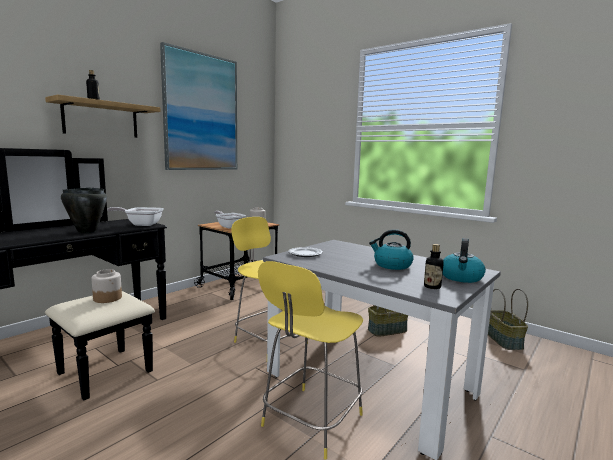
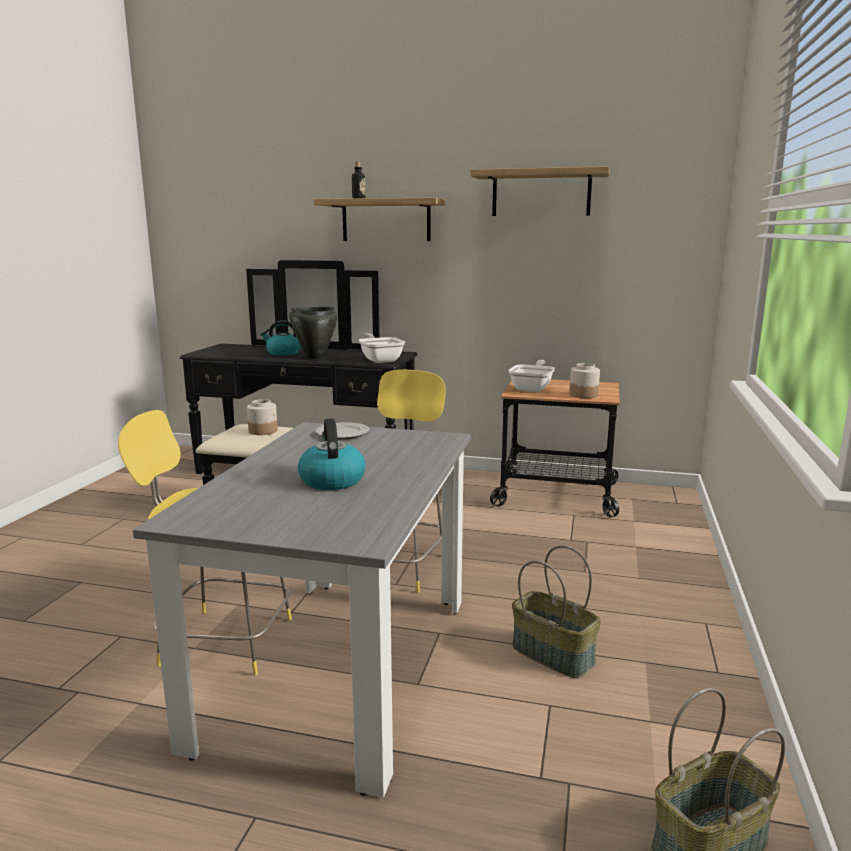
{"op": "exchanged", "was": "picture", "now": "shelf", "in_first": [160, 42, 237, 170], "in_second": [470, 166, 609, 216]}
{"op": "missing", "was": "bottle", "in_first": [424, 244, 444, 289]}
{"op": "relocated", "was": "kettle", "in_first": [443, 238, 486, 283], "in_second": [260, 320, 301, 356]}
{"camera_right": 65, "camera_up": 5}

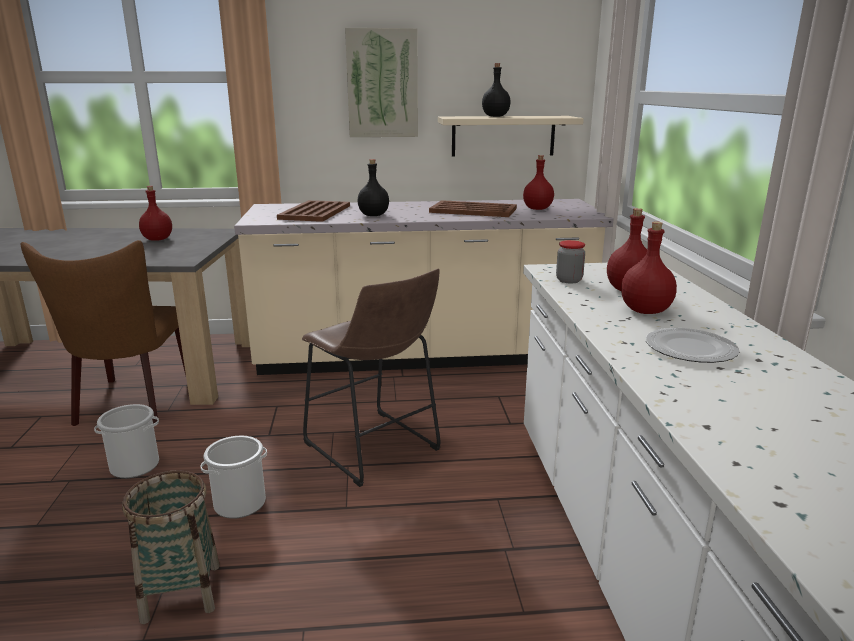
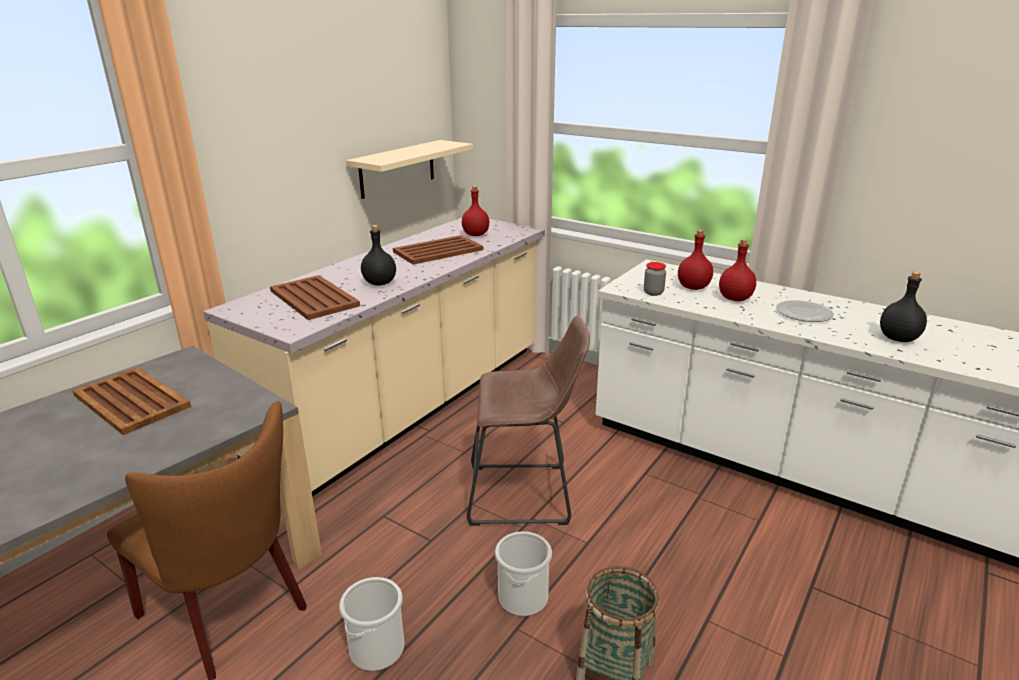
{"op": "exchanged", "was": "bottle/red", "now": "tray/brown", "in_first": [139, 186, 172, 241], "in_second": [72, 367, 191, 435]}
{"op": "missing", "was": "picture", "in_first": [345, 28, 418, 137]}
{"op": "relocated", "was": "bottle/black", "in_first": [482, 63, 511, 117], "in_second": [880, 272, 927, 342]}
{"camera_right": -50, "camera_up": 5}

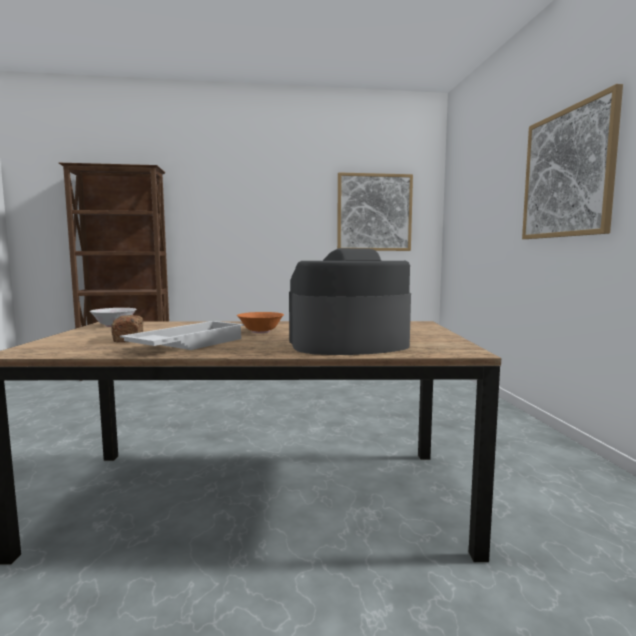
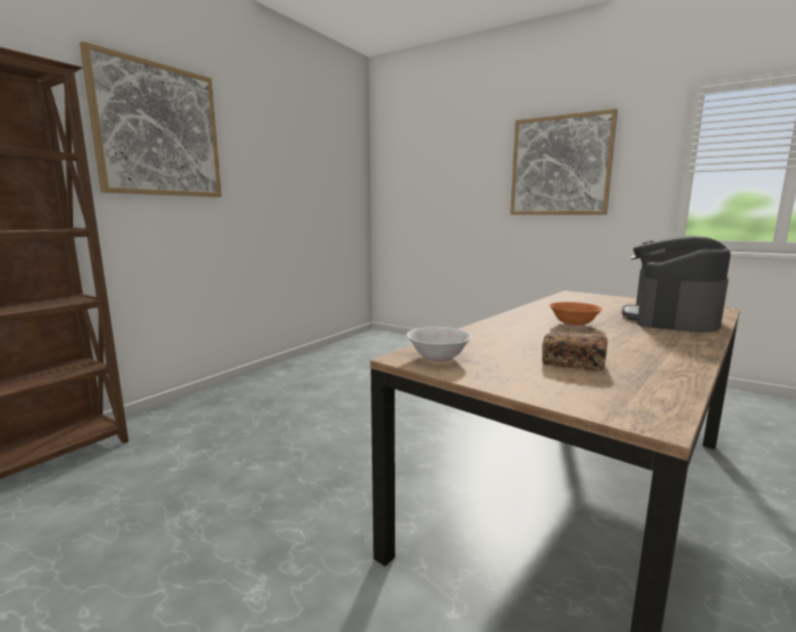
{"op": "missing", "was": "tray/white", "in_first": [120, 321, 244, 350]}
{"op": "relocated", "was": "picture", "in_first": [337, 172, 413, 251], "in_second": [80, 41, 222, 197]}
{"camera_right": -50, "camera_up": 5}

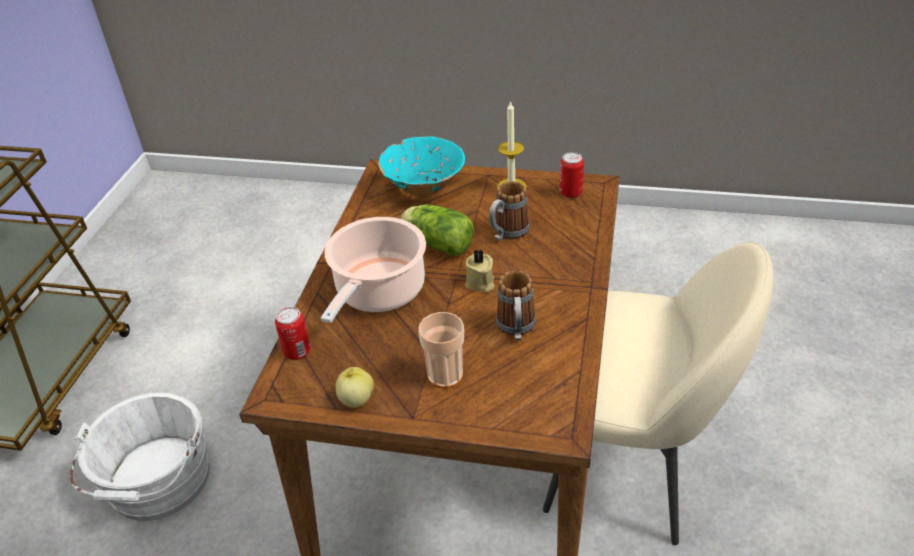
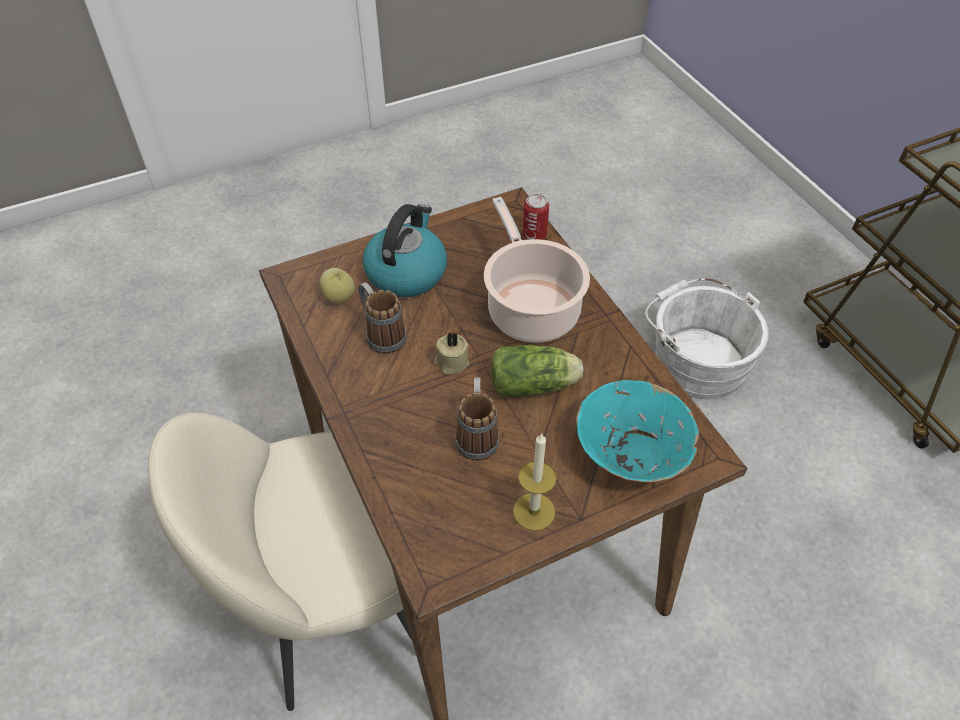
{"op": "relocated", "was": "apple", "in_first": [336, 367, 374, 408], "in_second": [320, 268, 355, 304]}
{"op": "exchanged", "was": "cup", "now": "kettle", "in_first": [418, 312, 464, 389], "in_second": [363, 204, 447, 297]}
{"op": "missing", "was": "can", "in_first": [559, 152, 584, 198]}
{"camera_right": 140, "camera_up": 10}

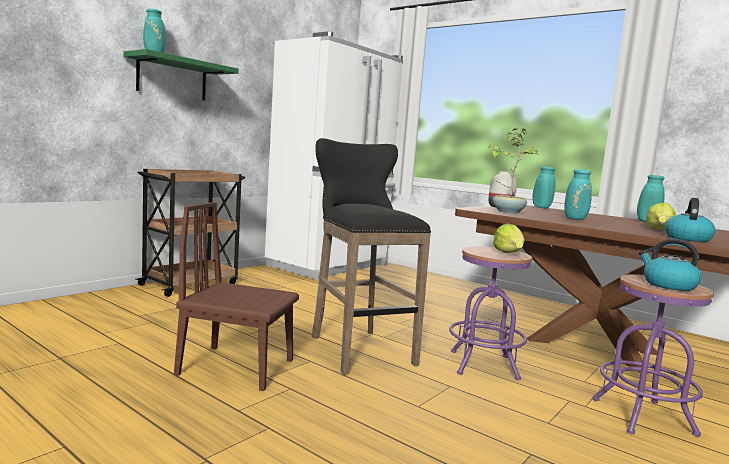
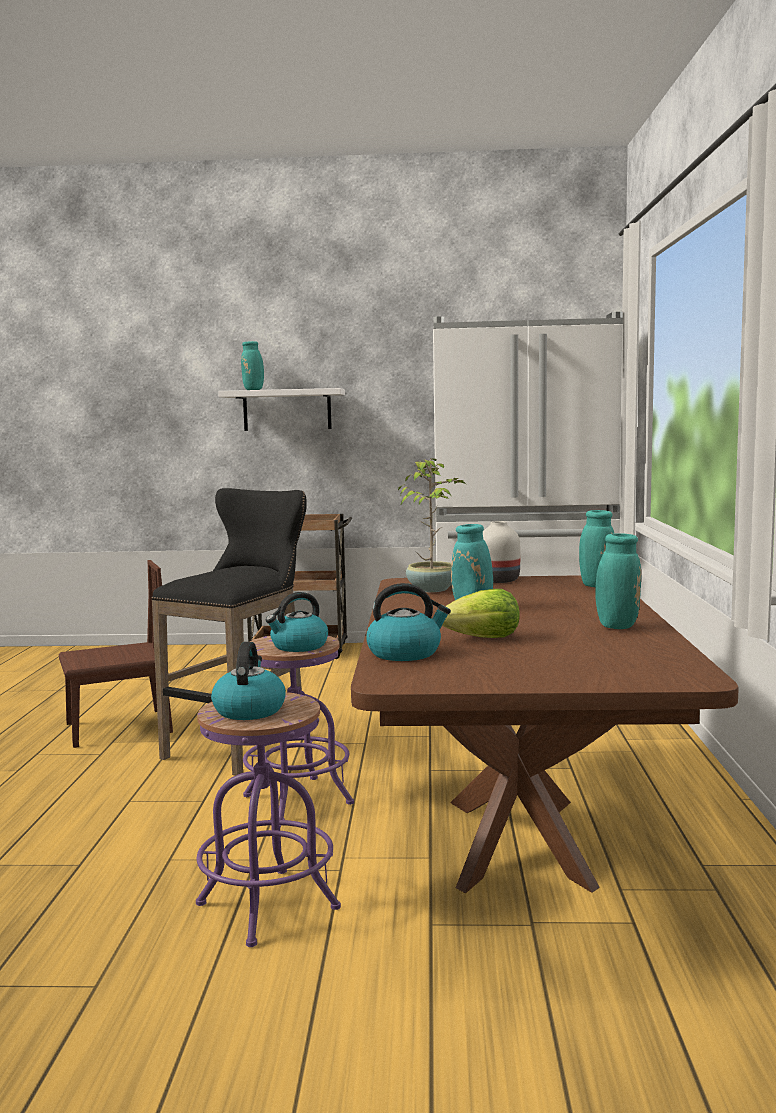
{"op": "colour", "was": "shelf/green", "now": "shelf/white", "in_first": [123, 49, 239, 100], "in_second": [218, 388, 345, 431]}
{"op": "spun", "was": "chair/brown", "in_first": [174, 202, 299, 391], "in_second": [59, 560, 173, 748], "clockwise": 90}
{"op": "exchanged", "was": "lettuce", "now": "kettle", "in_first": [493, 223, 525, 253], "in_second": [266, 592, 328, 652]}
{"camera_right": 55, "camera_up": 0}

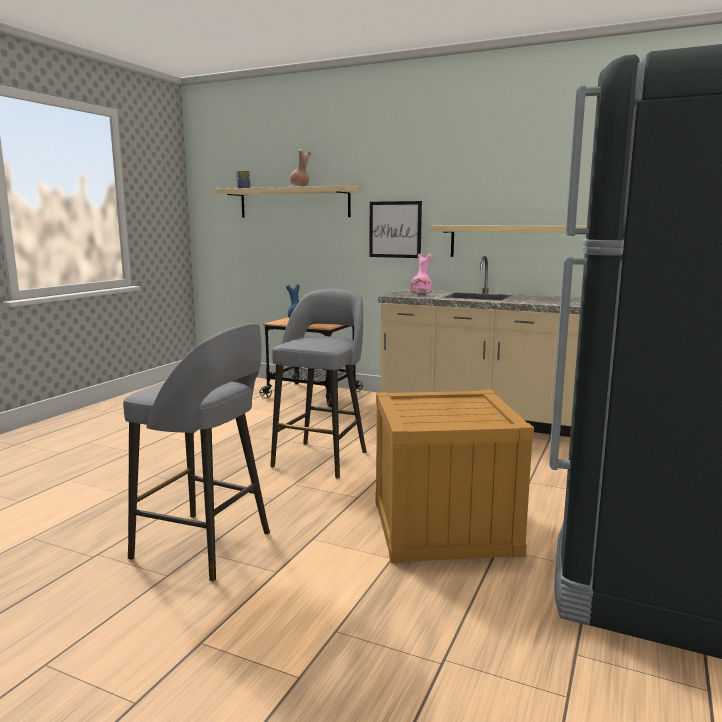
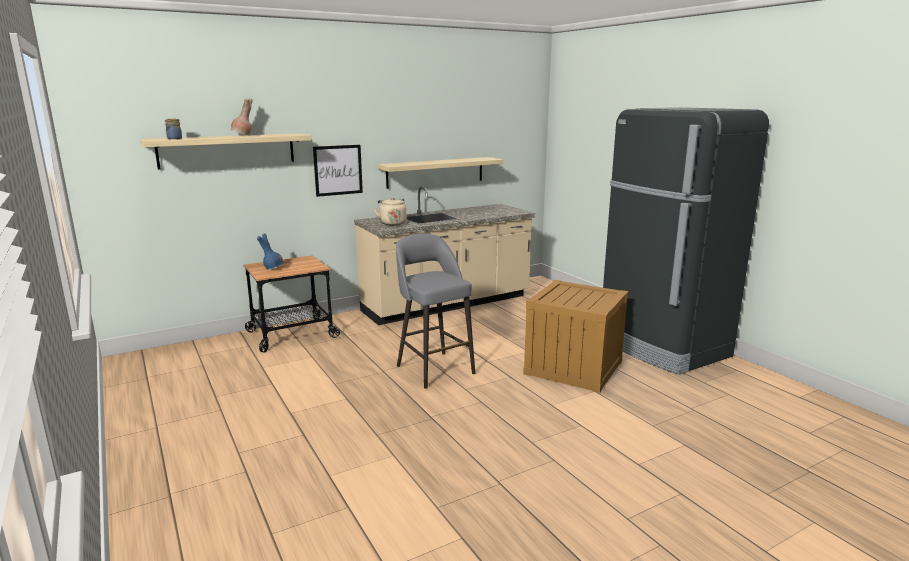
{"op": "missing", "was": "stool/grey", "in_first": [123, 323, 270, 582]}
{"op": "exchanged", "was": "vase/pink", "now": "kettle/beige", "in_first": [411, 253, 433, 293], "in_second": [374, 198, 407, 225]}
{"camera_right": -55, "camera_up": 5}

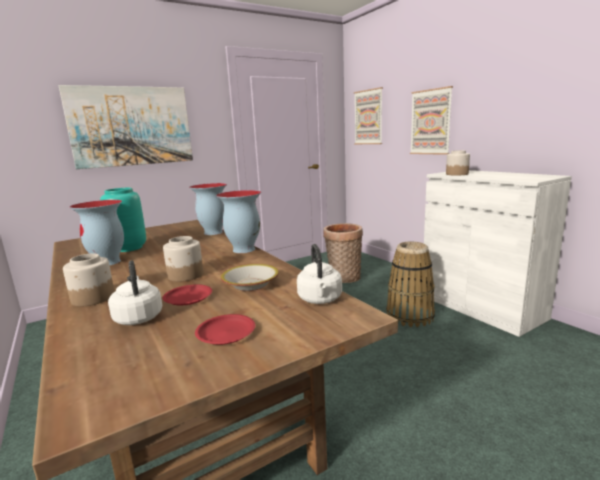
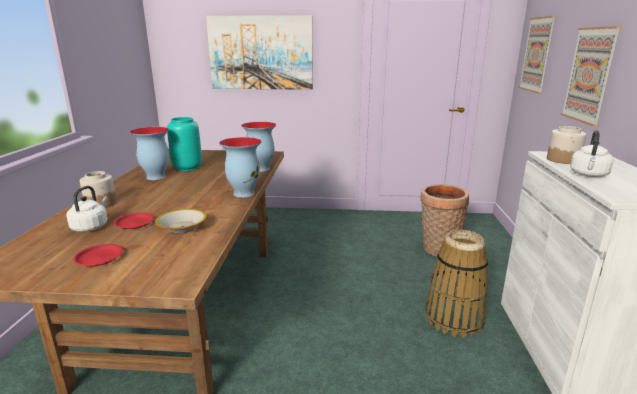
{"op": "missing", "was": "jar", "in_first": [163, 236, 203, 282]}
{"op": "relocated", "was": "kettle/white", "in_first": [297, 244, 342, 304], "in_second": [570, 130, 614, 177]}
{"camera_right": 35, "camera_up": 5}

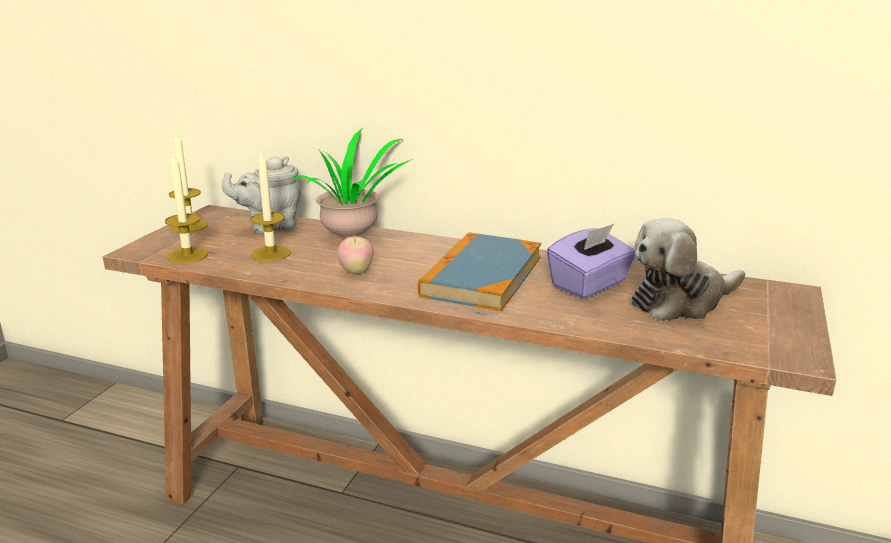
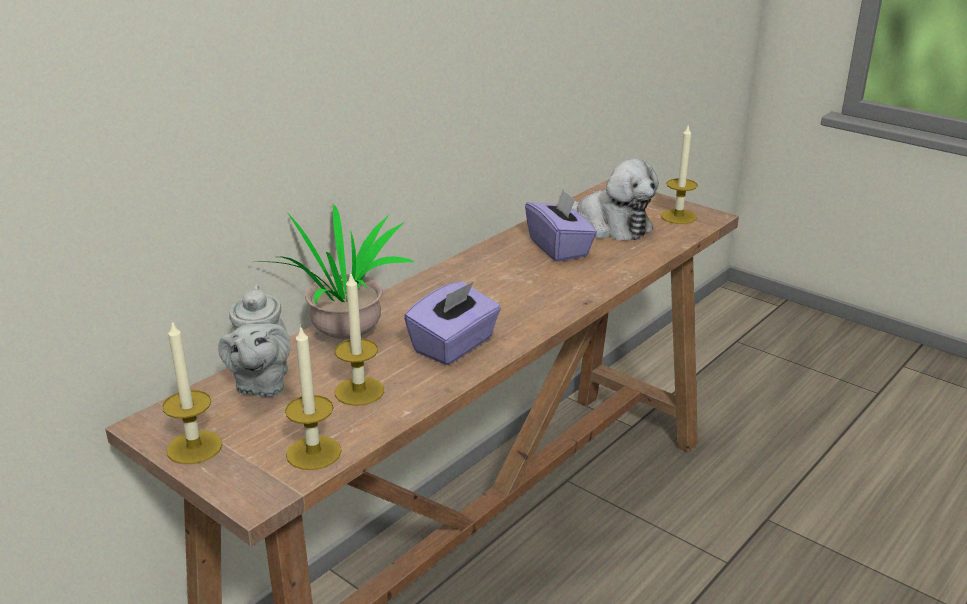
{"op": "exchanged", "was": "apple", "now": "tissue box/purple", "in_first": [337, 234, 374, 274], "in_second": [404, 281, 501, 365]}
{"op": "missing", "was": "book", "in_first": [417, 232, 541, 311]}
{"op": "spun", "was": "plush toy", "in_first": [632, 218, 745, 321], "in_second": [559, 159, 659, 241], "clockwise": -45}
{"op": "appeared", "now": "candle", "in_second": [661, 126, 698, 224]}
{"camera_right": -70, "camera_up": 5}

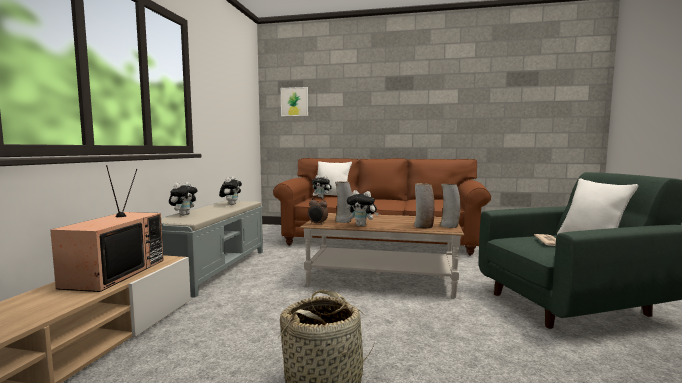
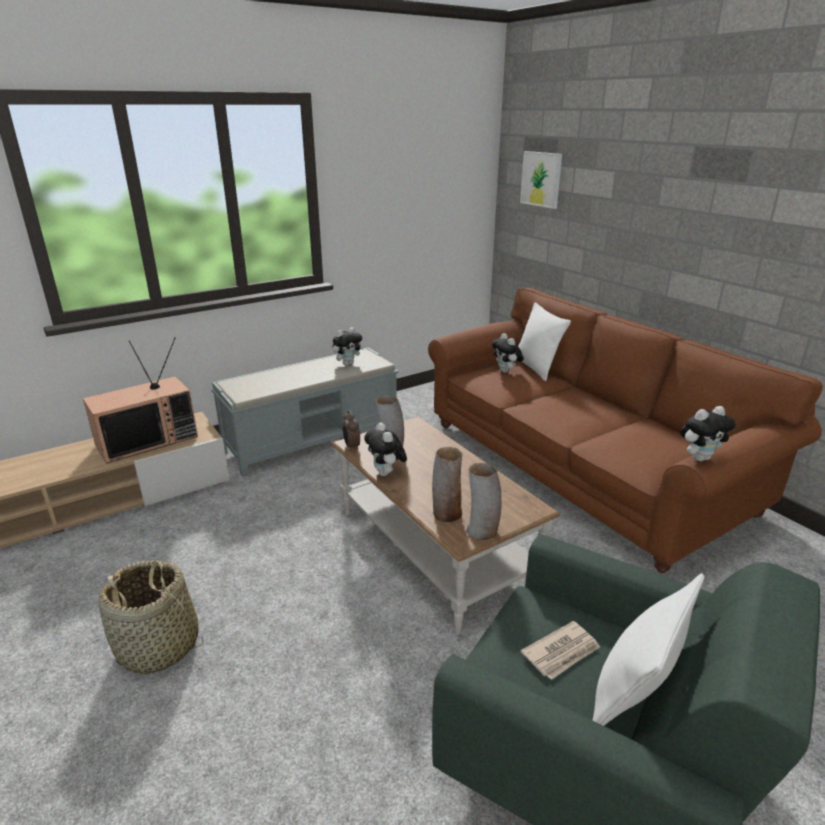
{"op": "relocated", "was": "plush toy", "in_first": [169, 182, 197, 216], "in_second": [680, 406, 736, 461]}
{"camera_right": 45, "camera_up": 20}

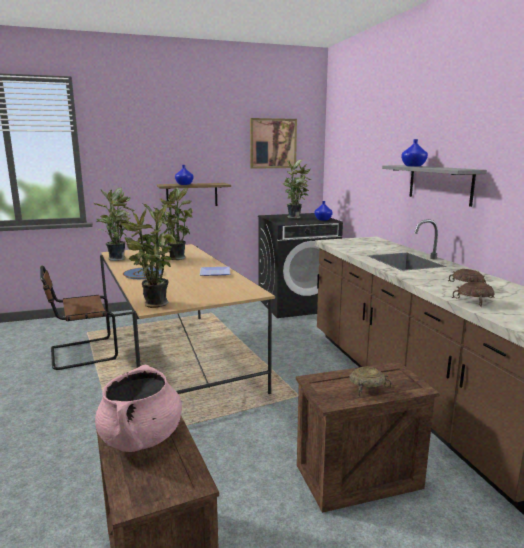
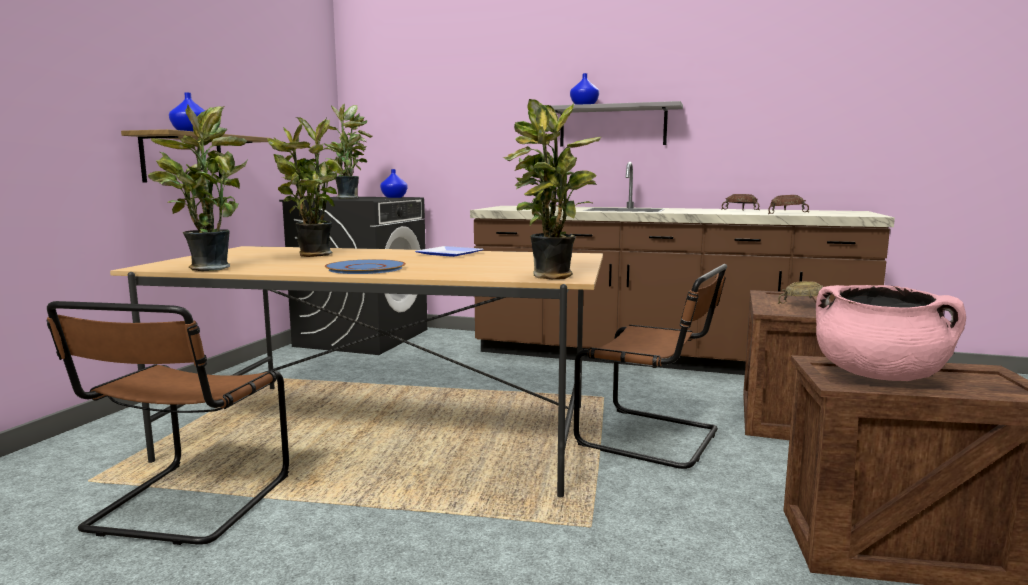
{"op": "missing", "was": "picture", "in_first": [250, 118, 297, 169]}
{"op": "appeared", "now": "chair/brown", "in_second": [574, 264, 727, 469]}
{"camera_right": -55, "camera_up": -5}

